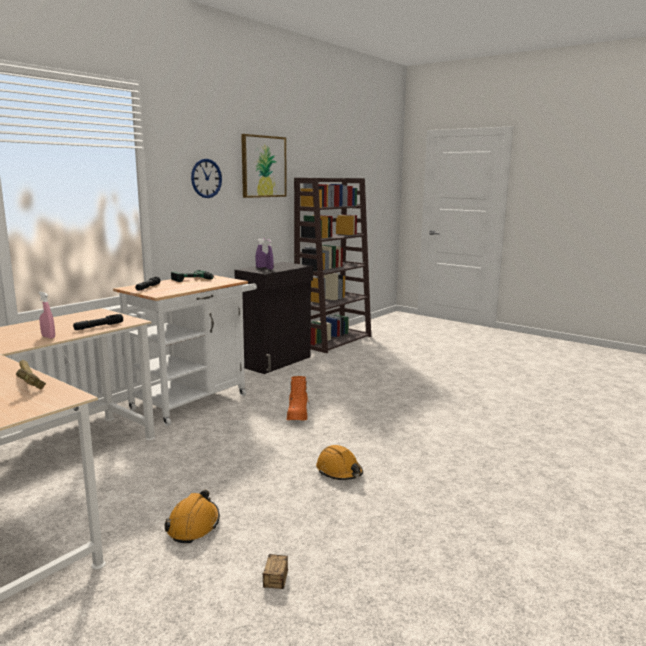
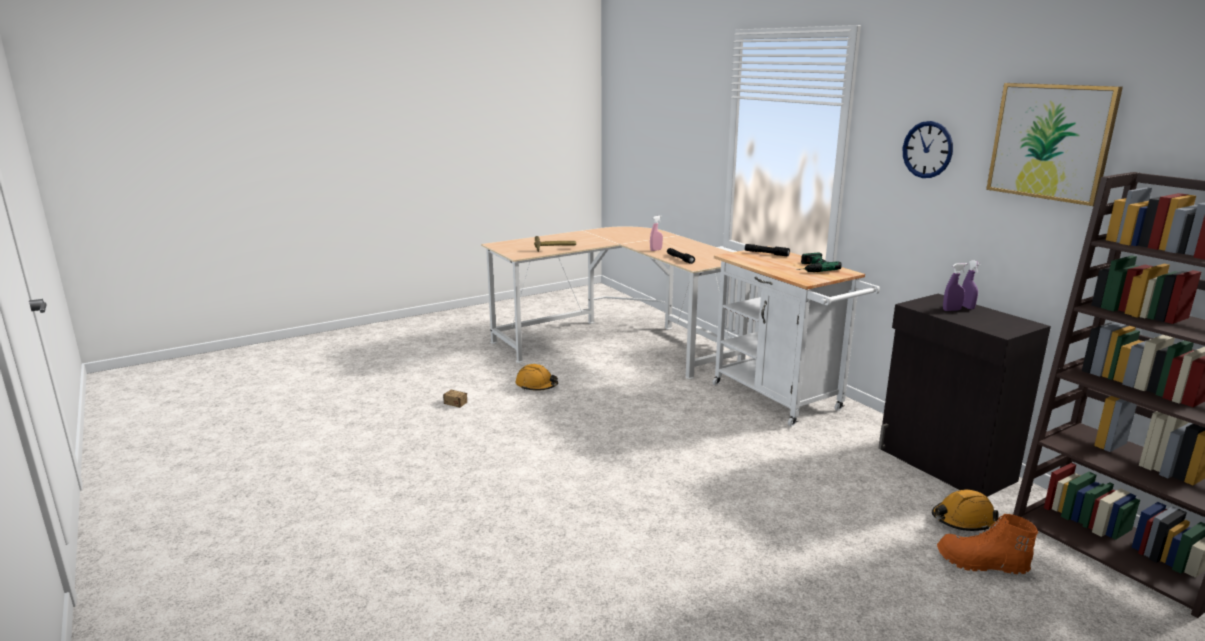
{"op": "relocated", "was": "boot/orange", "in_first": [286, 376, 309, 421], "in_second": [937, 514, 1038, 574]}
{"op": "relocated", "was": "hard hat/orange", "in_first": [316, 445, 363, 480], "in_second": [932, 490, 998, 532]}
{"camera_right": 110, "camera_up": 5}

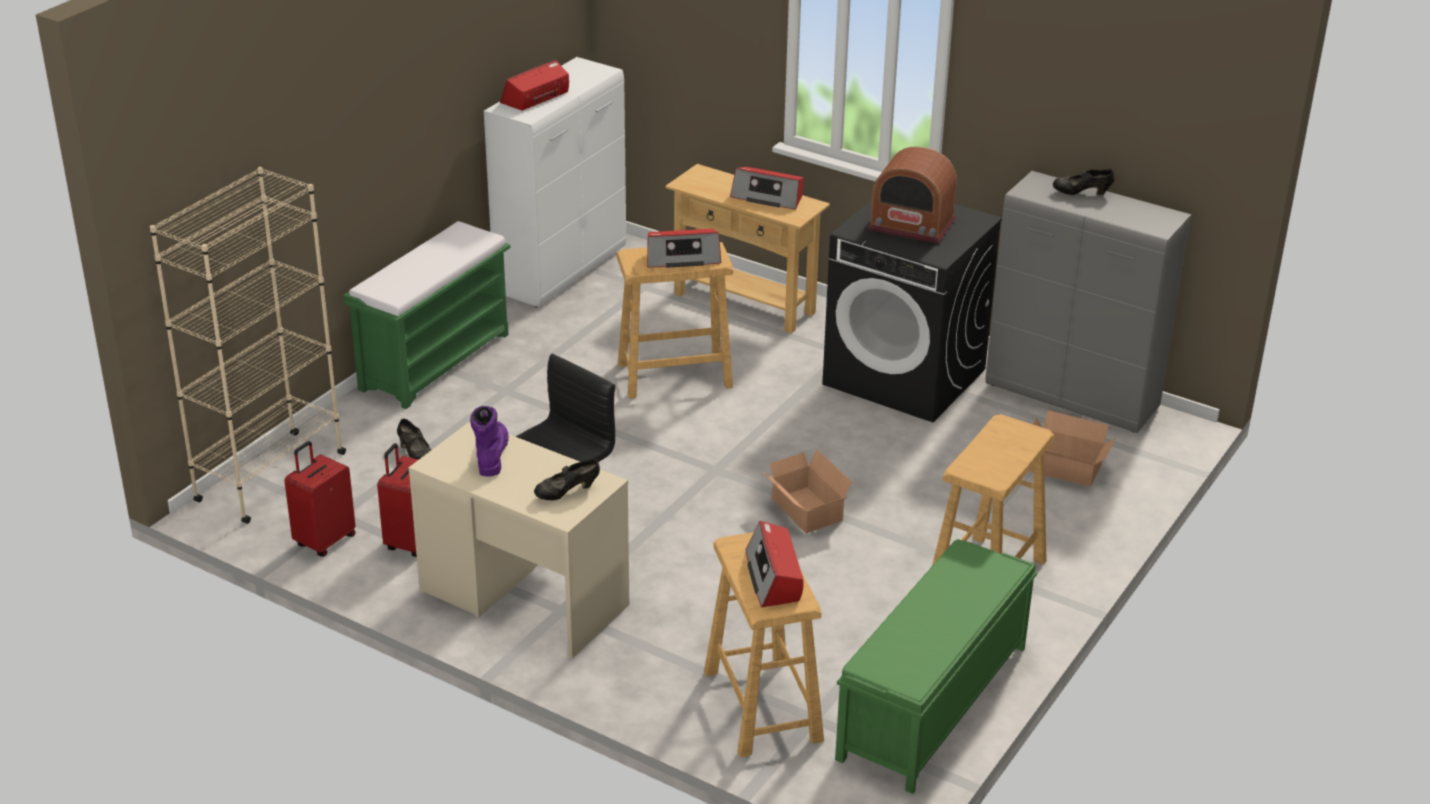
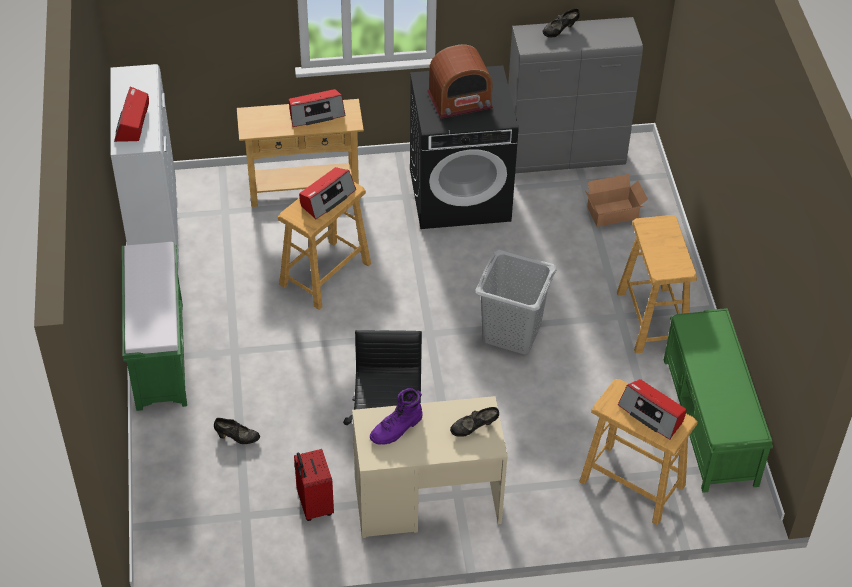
{"op": "missing", "was": "bookcase/beige", "in_first": [150, 167, 346, 524]}
{"op": "missing", "was": "suitcase/red", "in_first": [284, 441, 356, 557]}
{"op": "spun", "was": "boot/purple", "in_first": [470, 406, 509, 477], "in_second": [370, 388, 422, 445], "clockwise": -90}
{"op": "spun", "was": "shoe/black", "in_first": [534, 458, 600, 500], "in_second": [450, 407, 499, 437], "clockwise": 45}
{"op": "exchanged", "was": "cardboard box", "now": "laundry basket/grey", "in_first": [761, 449, 852, 533], "in_second": [475, 249, 557, 354]}
{"camera_right": -40, "camera_up": 15}

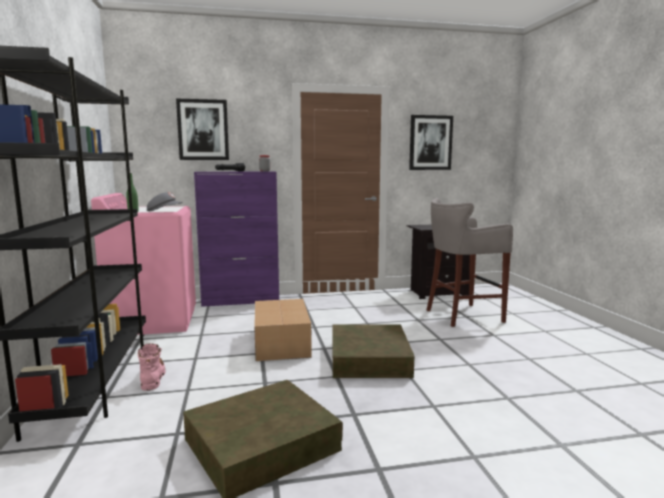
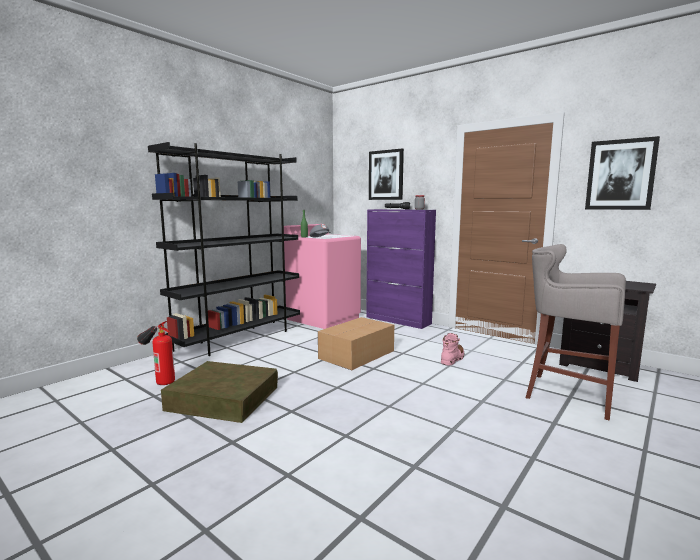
{"op": "relocated", "was": "boot/pink", "in_first": [138, 344, 166, 391], "in_second": [441, 333, 464, 366]}
{"op": "missing", "was": "storage box/brown", "in_first": [332, 324, 415, 378]}
{"op": "appeared", "now": "fire extinguisher", "in_second": [137, 321, 175, 385]}
{"camera_right": 50, "camera_up": 0}

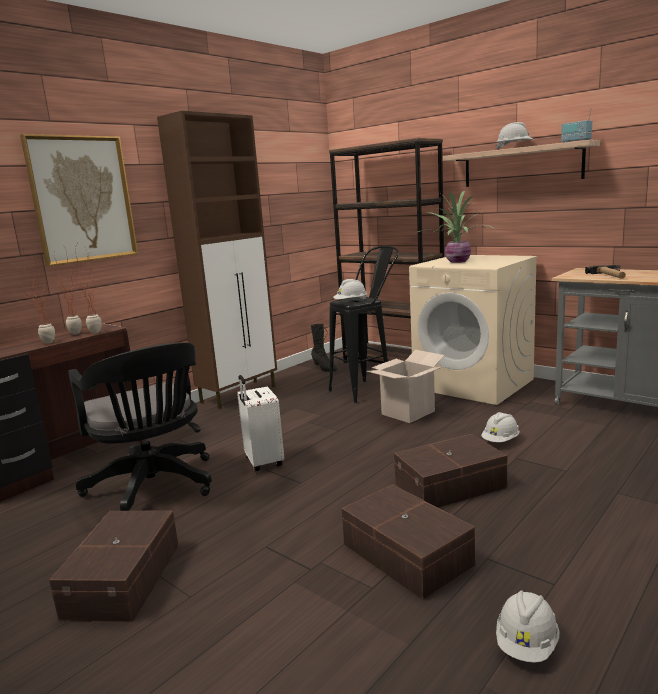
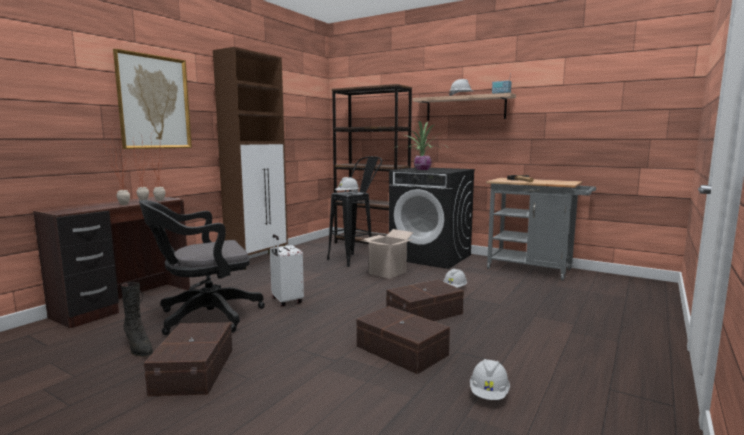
{"op": "spun", "was": "office chair/black", "in_first": [68, 343, 212, 511], "in_second": [139, 200, 265, 335], "clockwise": 105}
{"op": "relocated", "was": "boot/black", "in_first": [311, 324, 338, 372], "in_second": [121, 282, 153, 357]}
{"op": "colour", "was": "washing machine/beige", "now": "washing machine/black", "in_first": [409, 255, 538, 405], "in_second": [389, 168, 475, 269]}
{"camera_right": -10, "camera_up": -5}

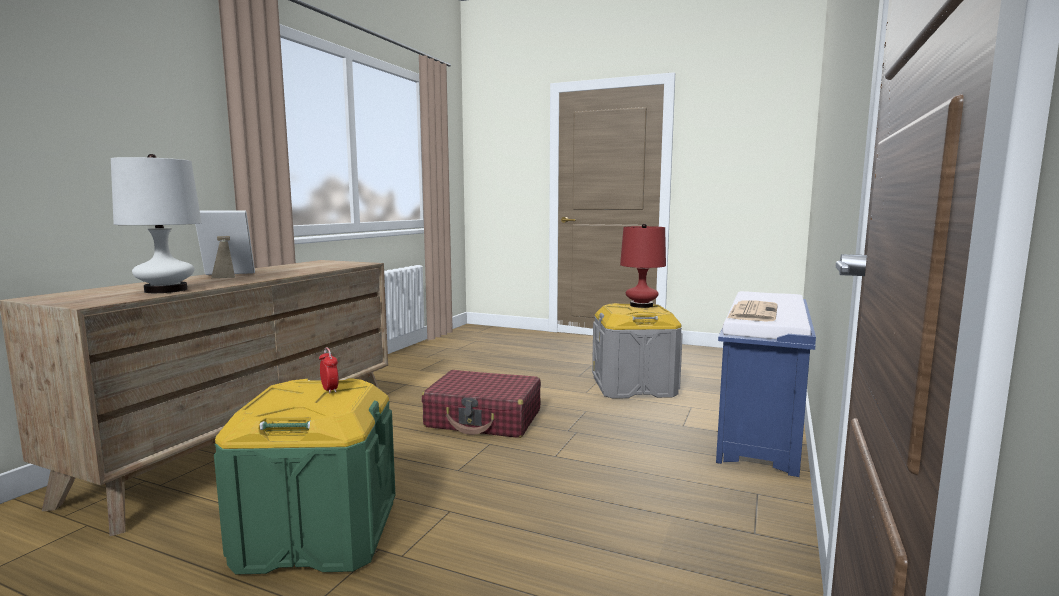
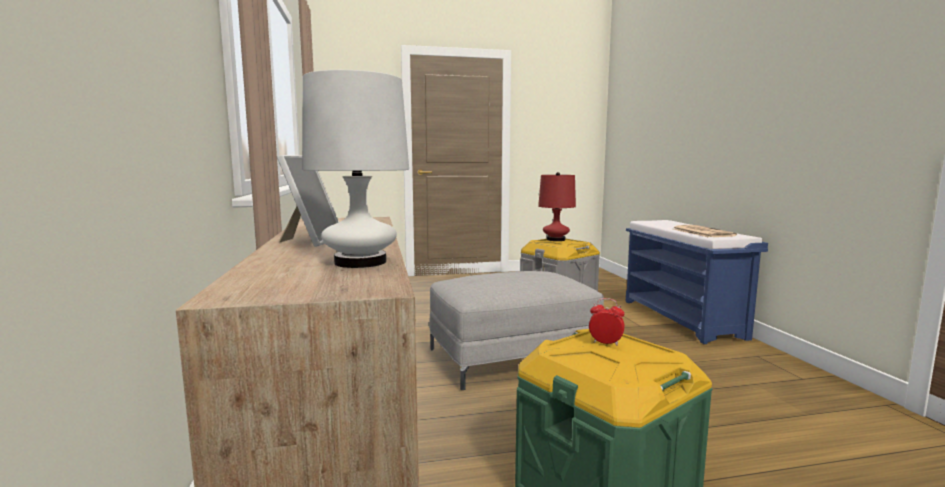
{"op": "spun", "was": "picture frame", "in_first": [195, 210, 255, 278], "in_second": [277, 155, 339, 247], "clockwise": 150}
{"op": "exchanged", "was": "suitcase/red", "now": "ottoman/grey", "in_first": [421, 370, 541, 438], "in_second": [429, 271, 604, 390]}
{"camera_right": -35, "camera_up": 0}

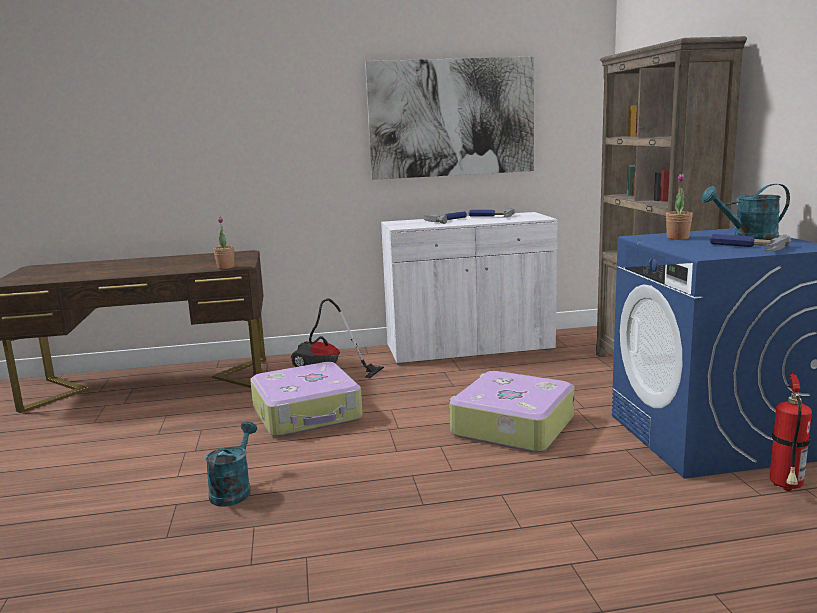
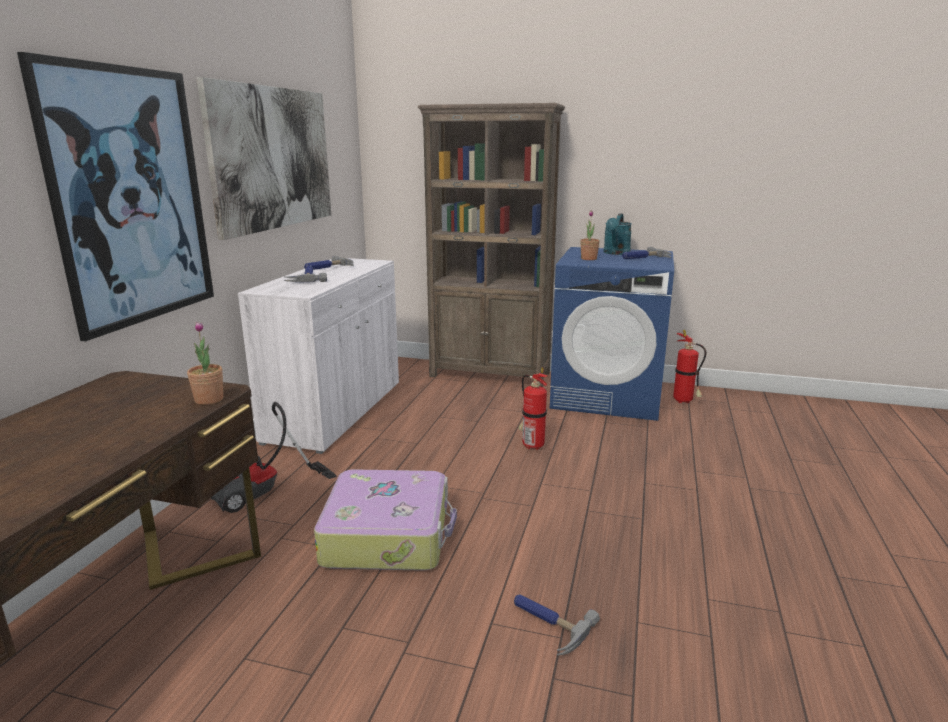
{"op": "exchanged", "was": "watering can/turquoise", "now": "hammer", "in_first": [205, 421, 257, 507], "in_second": [514, 594, 600, 655]}
{"op": "exchanged", "was": "suitcase", "now": "fire extinguisher", "in_first": [449, 371, 575, 453], "in_second": [518, 367, 548, 450]}
{"op": "appeared", "now": "picture", "in_second": [17, 52, 214, 341]}
{"camera_right": -65, "camera_up": 5}

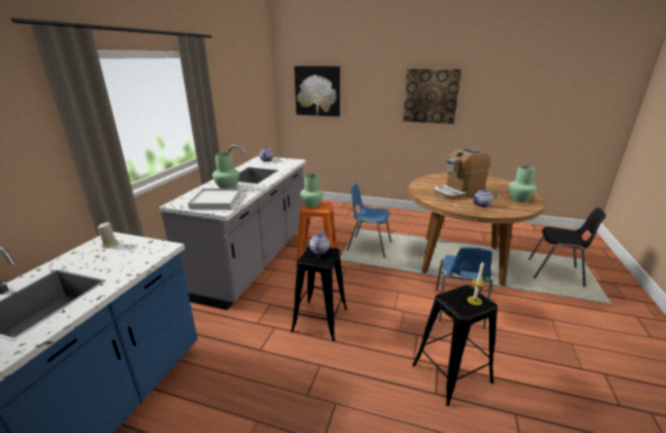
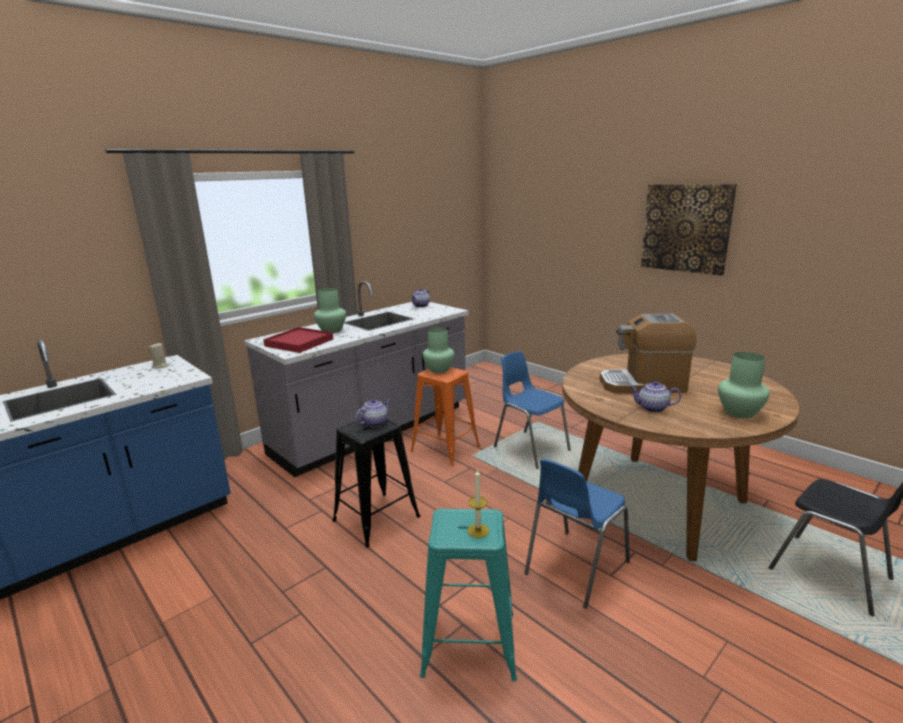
{"op": "colour", "was": "tray/white", "now": "tray/red", "in_first": [188, 189, 241, 209], "in_second": [263, 327, 333, 353]}
{"op": "missing", "was": "picture", "in_first": [294, 66, 340, 117]}
{"op": "colour", "was": "stool/black", "now": "stool/turquoise", "in_first": [412, 285, 498, 406], "in_second": [420, 508, 517, 681]}
{"camera_right": 30, "camera_up": -5}

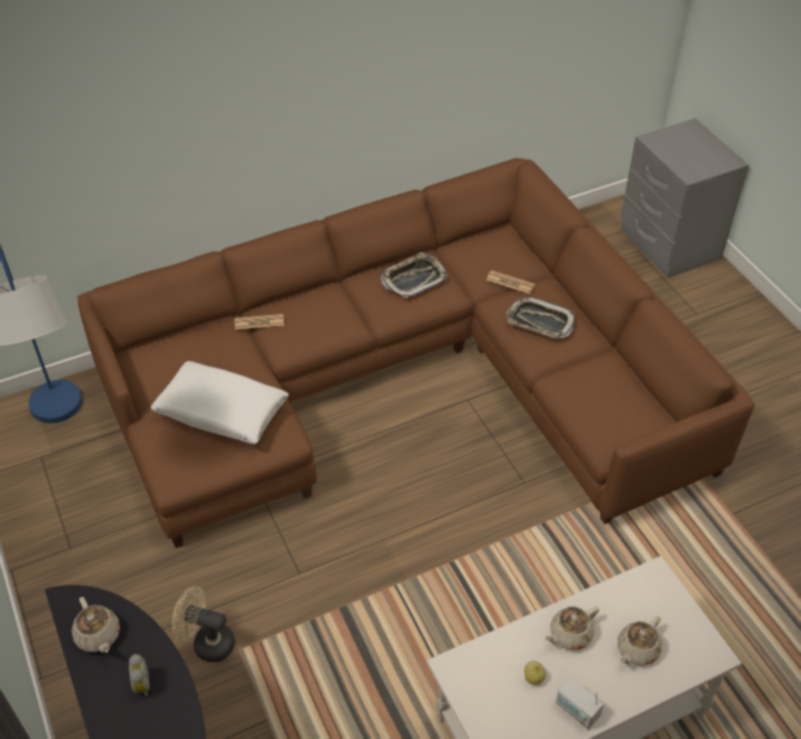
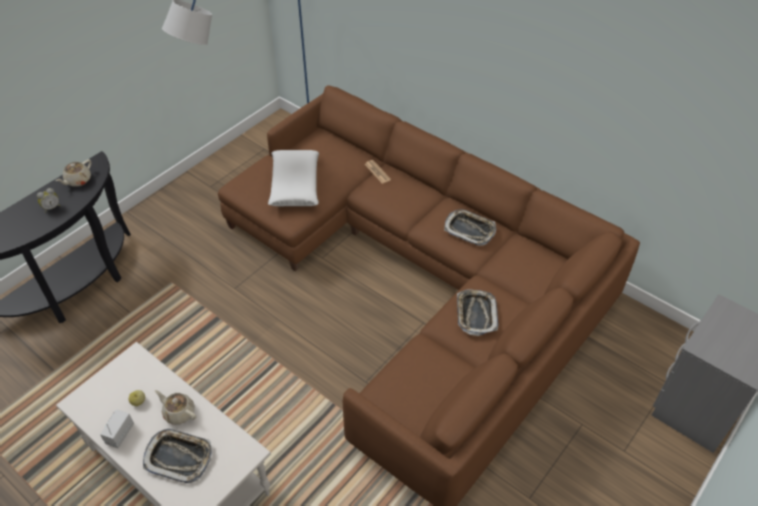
{"op": "missing", "was": "fan/beige", "in_first": [172, 587, 235, 662]}
{"op": "missing", "was": "newspaper", "in_first": [487, 270, 535, 294]}
{"op": "exchanged", "was": "teapot/beige", "now": "tray", "in_first": [617, 616, 662, 666], "in_second": [143, 429, 212, 483]}
{"camera_right": 65, "camera_up": 0}

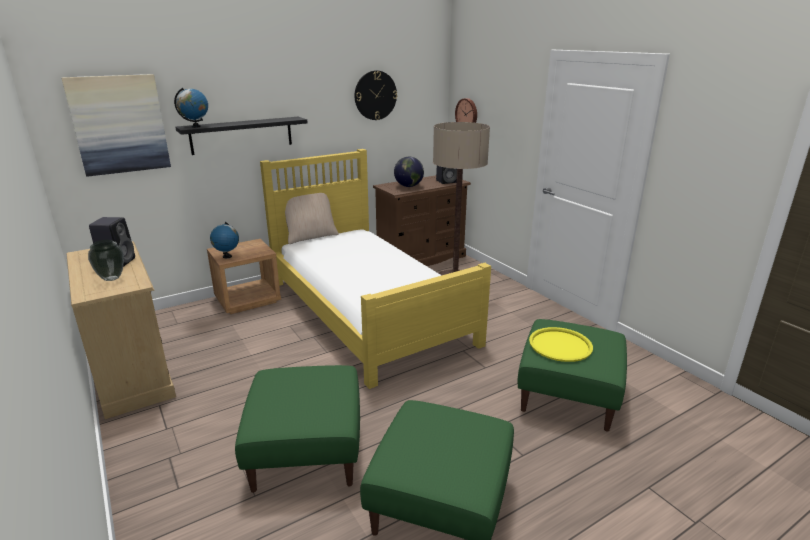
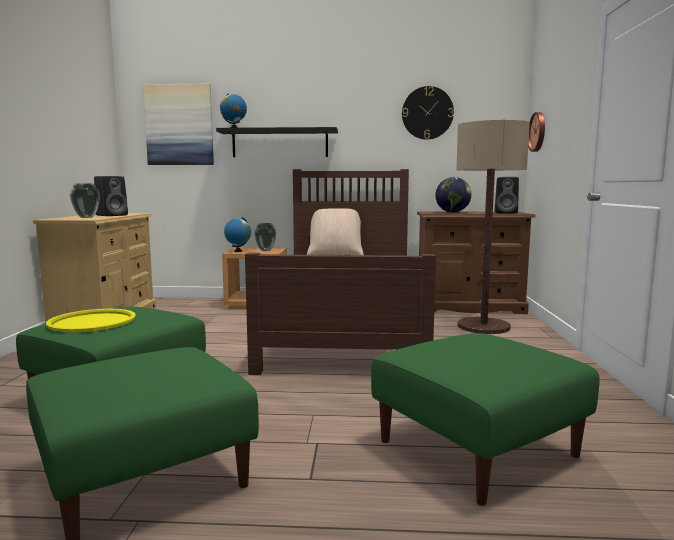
{"op": "colour", "was": "bed/yellow", "now": "bed/brown", "in_first": [260, 149, 491, 389], "in_second": [245, 169, 436, 375]}
{"op": "relocated", "was": "tray/yellow", "in_first": [529, 327, 593, 362], "in_second": [46, 309, 136, 332]}
{"op": "appeared", "now": "vase", "in_second": [254, 223, 276, 251]}
{"camera_right": 35, "camera_up": -15}

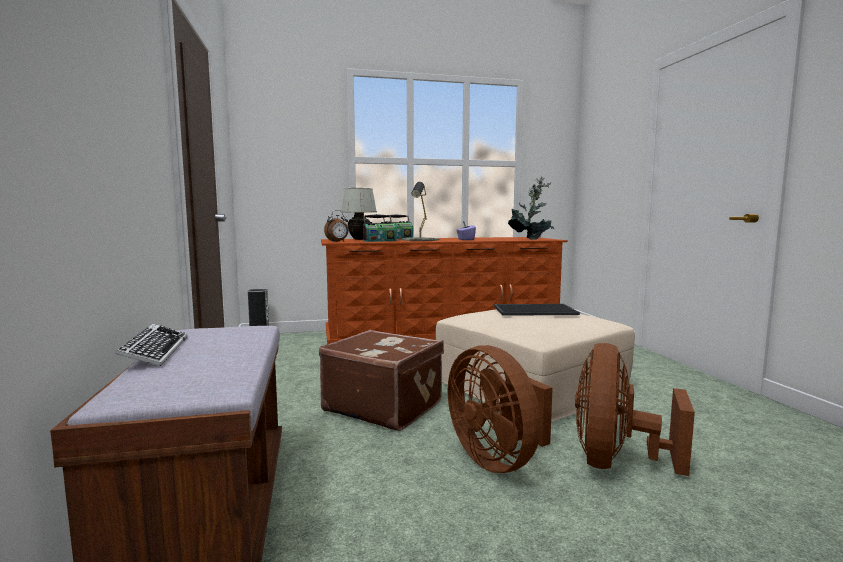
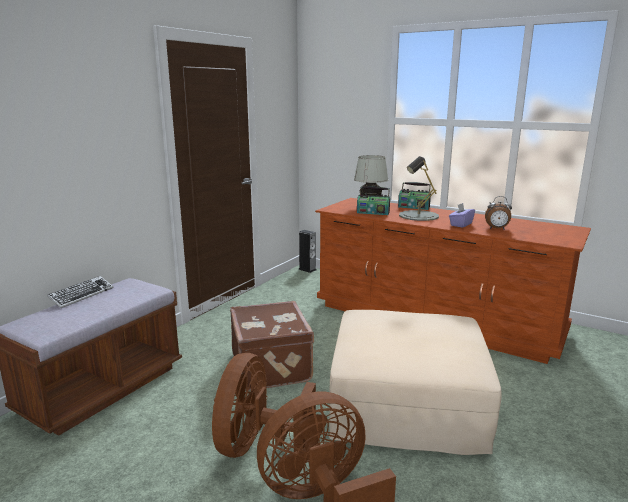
{"op": "relocated", "was": "alarm clock", "in_first": [324, 210, 349, 242], "in_second": [485, 196, 512, 230]}
{"op": "missing", "was": "tray", "in_first": [494, 304, 580, 316]}
{"op": "missing", "was": "potted plant", "in_first": [508, 177, 554, 240]}
{"camera_right": 45, "camera_up": 10}

